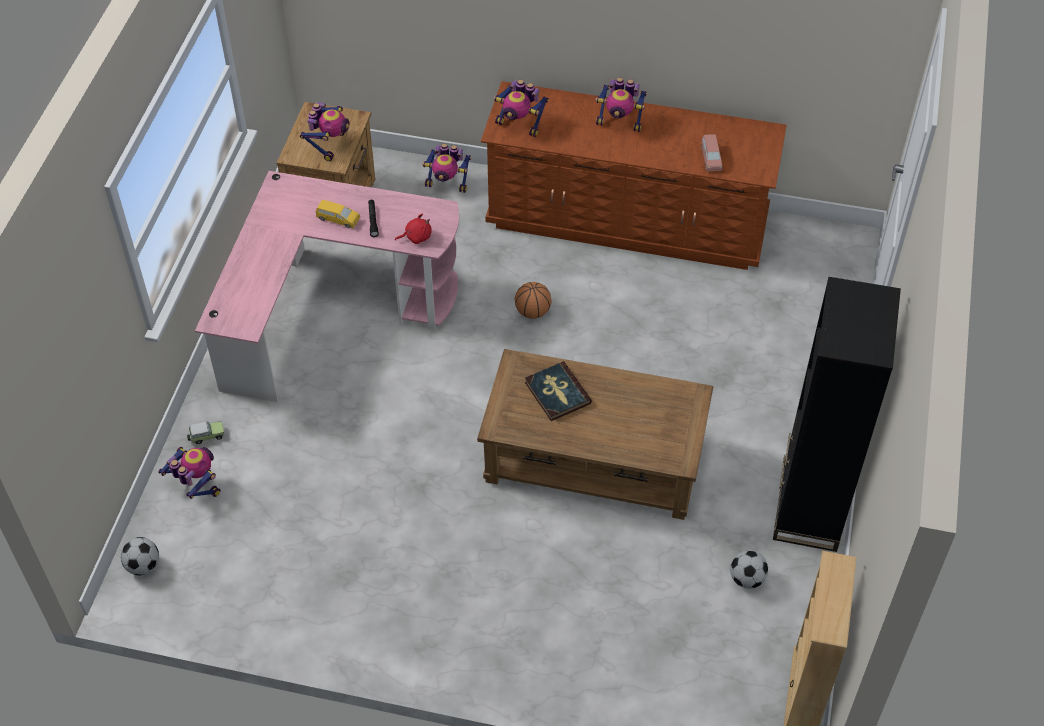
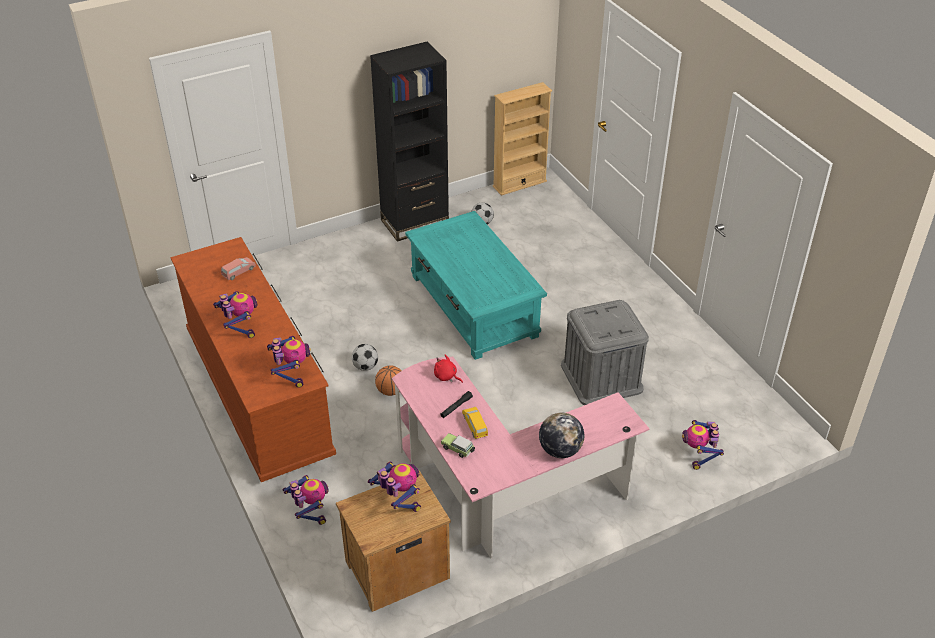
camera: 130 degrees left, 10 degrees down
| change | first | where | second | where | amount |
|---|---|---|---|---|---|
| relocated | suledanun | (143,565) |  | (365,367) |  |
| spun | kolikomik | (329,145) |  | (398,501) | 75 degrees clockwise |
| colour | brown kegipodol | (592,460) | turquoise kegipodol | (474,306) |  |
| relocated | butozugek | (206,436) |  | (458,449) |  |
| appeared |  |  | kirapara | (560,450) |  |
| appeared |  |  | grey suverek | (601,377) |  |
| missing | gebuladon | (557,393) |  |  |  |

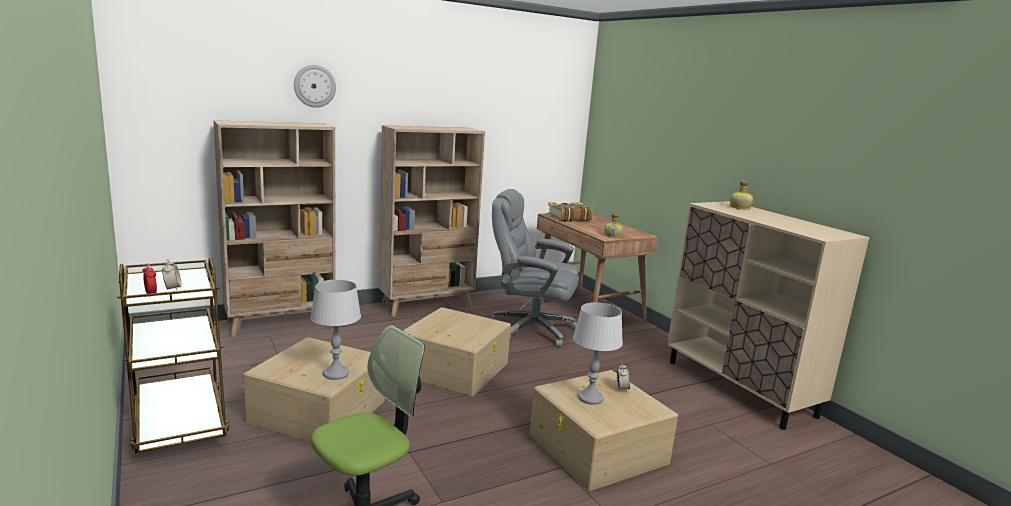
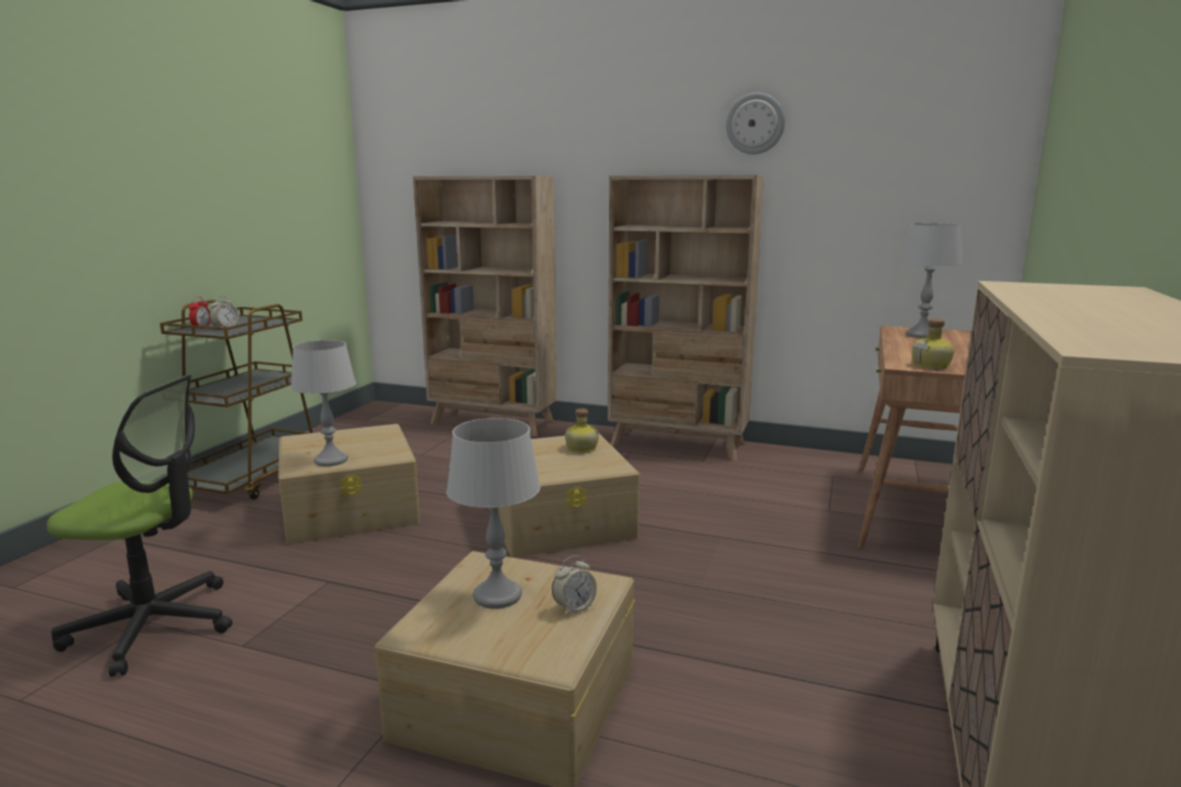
camera: 50 degrees right, 0 degrees up
| change | first | where | second | where | amount |
|---|---|---|---|---|---|
| relocated | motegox | (739,207) |  | (581,448) |  |
| relocated | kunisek | (314,86) |  | (755,123) |  |
| exchanged | gebuladon | (568,218) | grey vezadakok | (921,335) |  |
| missing | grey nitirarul | (530,329) |  |  |  |

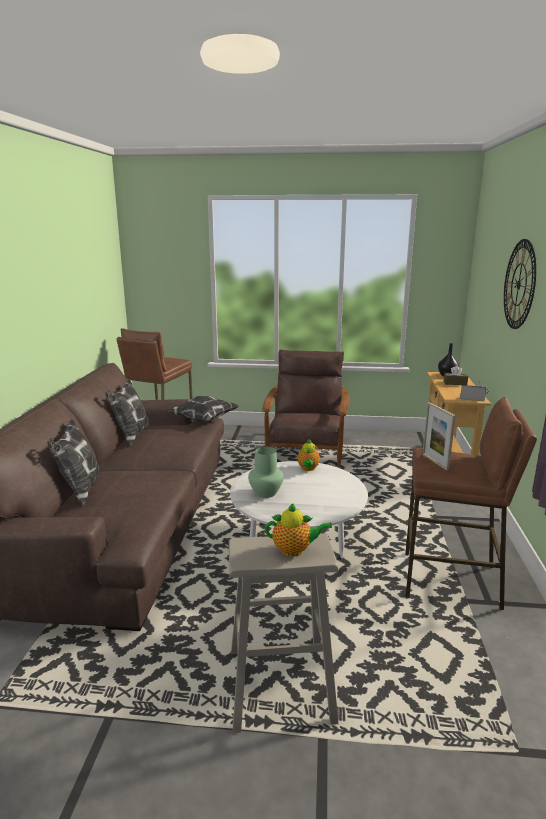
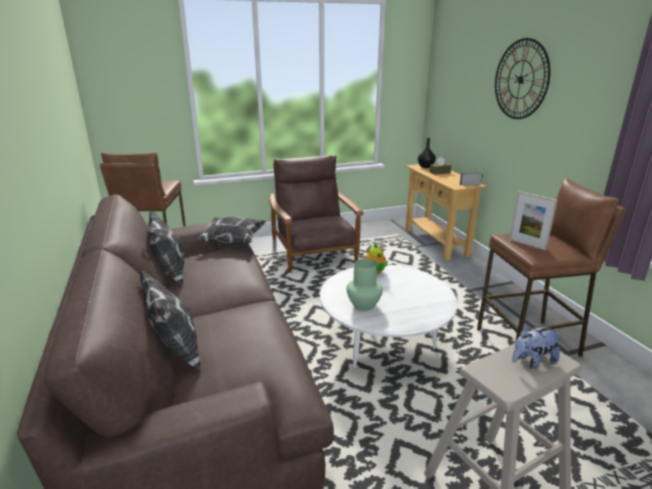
camera: 25 degrees left, 5 degrees up
| change | first | where | second | where | amount |
|---|---|---|---|---|---|
| exchanged | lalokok | (294,550) | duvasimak | (532,361) |  |

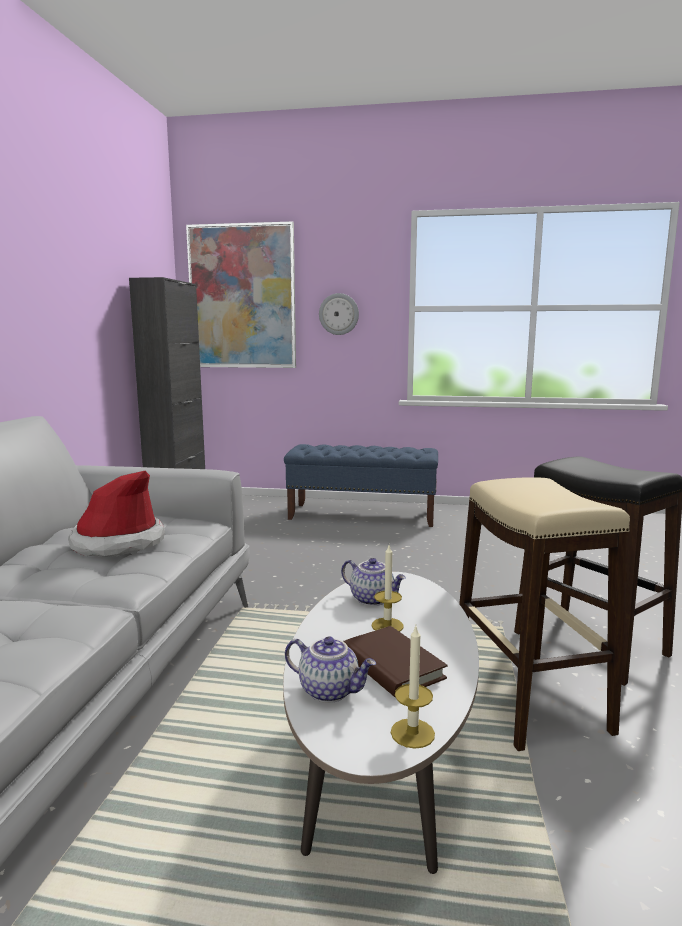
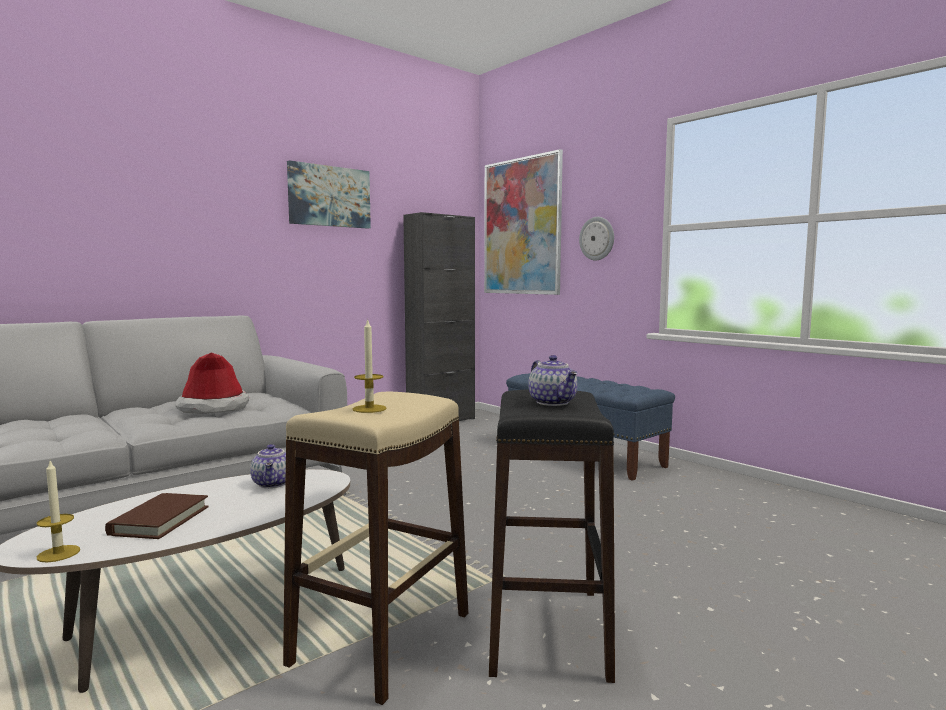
camera: 40 degrees right, 5 degrees down
| change | first | where | second | where | amount |
|---|---|---|---|---|---|
| appeared |  |  | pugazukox | (329,196) |  |
| relocated | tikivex | (387,625) |  | (369,409) |  |
| relocated | lalokok | (330,690) |  | (553,402) |  |

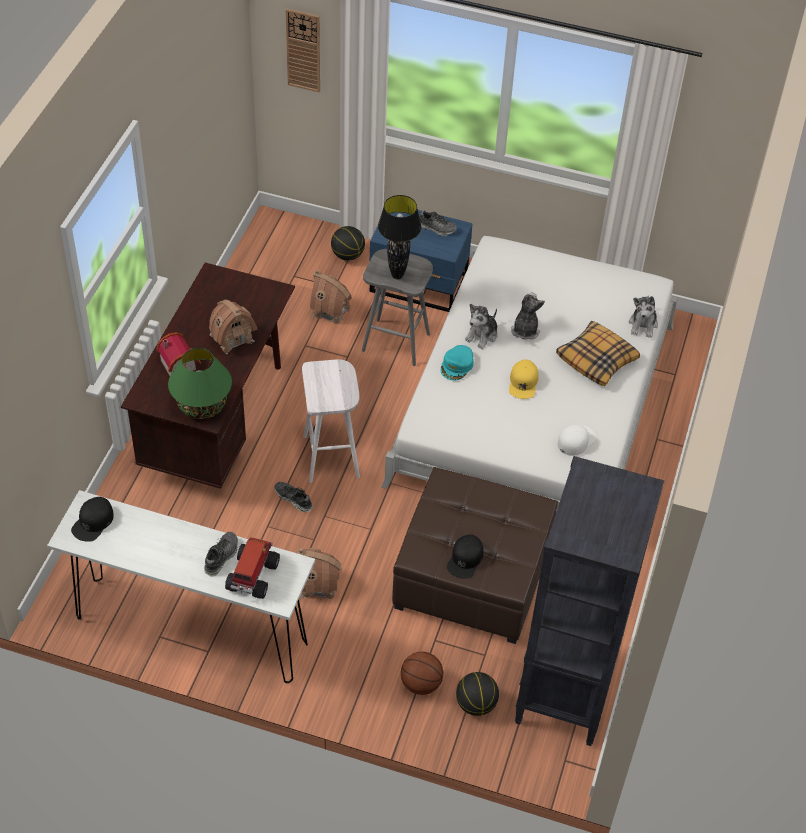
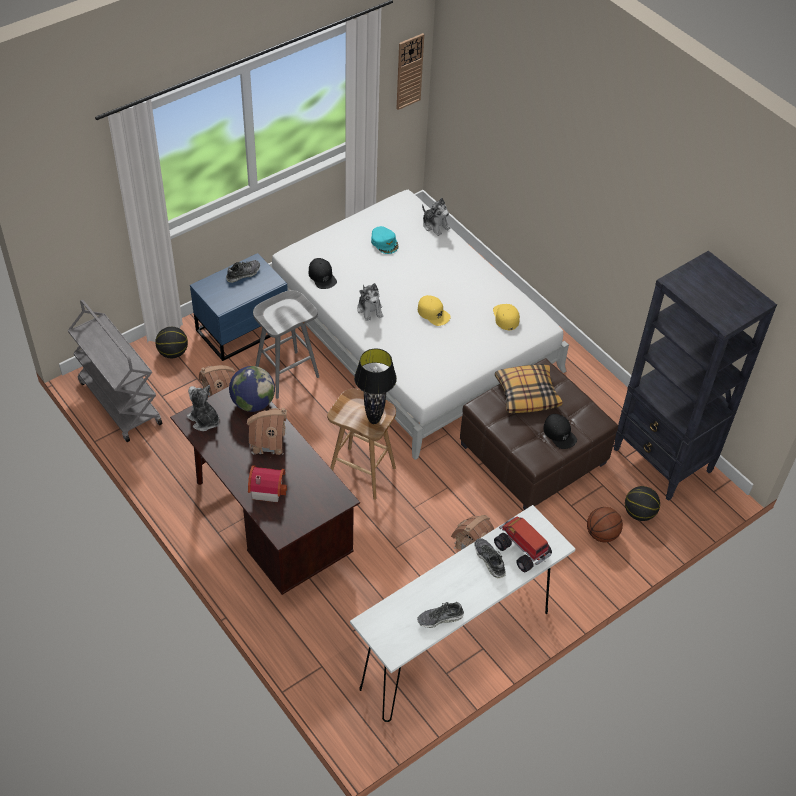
camera: 55 degrees left, 0 degrees up
| change | first | where | second | where | amount |
|---|---|---|---|---|---|
| appeared |  |  | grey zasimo | (119,402) |  |
| relocated | duvasimak | (525,330) |  | (204,420) |  |
| appeared |  |  | kirapara | (253,403) |  |
| relocated | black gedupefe | (93,522) |  | (322,276) |  |
| colour | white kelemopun | (332,457) | brown kelemopun | (363,473) |  |
| relocated | black vezadakok | (397,275) |  | (373,420) |  |
| relocated | turquoise gedupefe | (457,365) |  | (384,242) |  |
| relocated | kunisek | (303,50) |  | (409,71) |  |
| relocated | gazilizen | (293,499) |  | (440,618) |  |
| colour | white gedupefe | (576,440) | yellow gedupefe | (505,317) |  |
| relocated | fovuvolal | (597,359) |  | (527,393) |  |
| missing | green vezadakok | (201,405) |  |  |  |

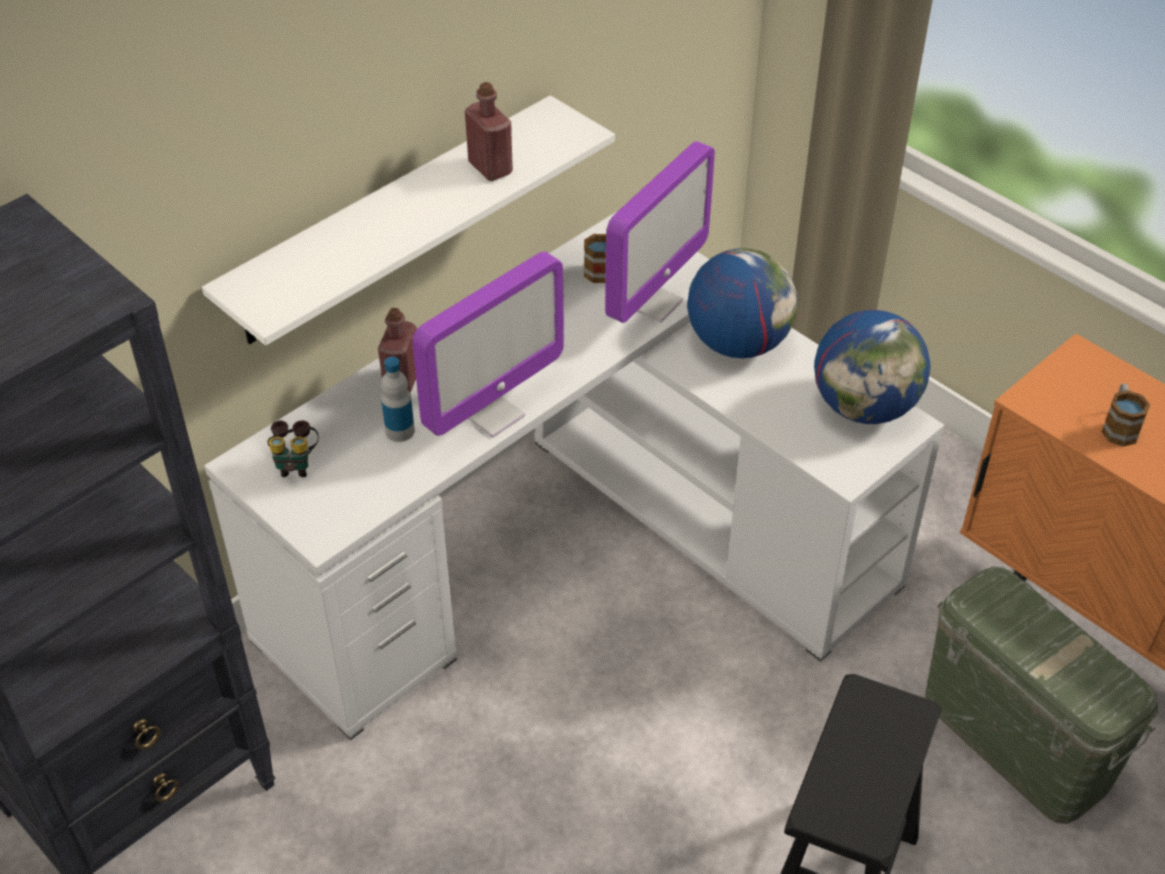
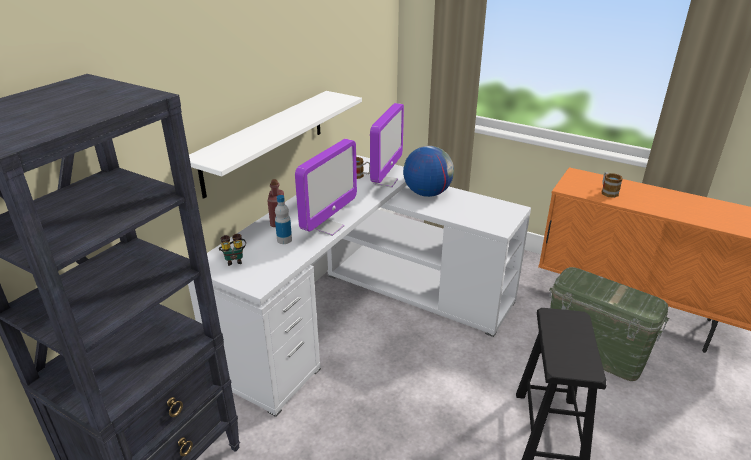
camera: 15 degrees left, 15 degrees down
| change | first | where | second | where | amount |
|---|---|---|---|---|---|
| missing | red motegox | (490,168) |  |  |  |
| missing | kirapara | (865,407) |  |  |  |

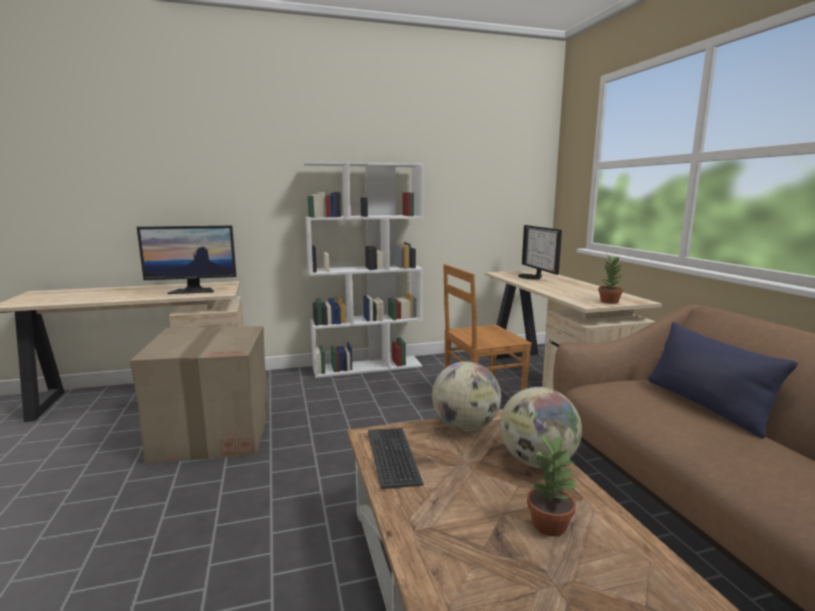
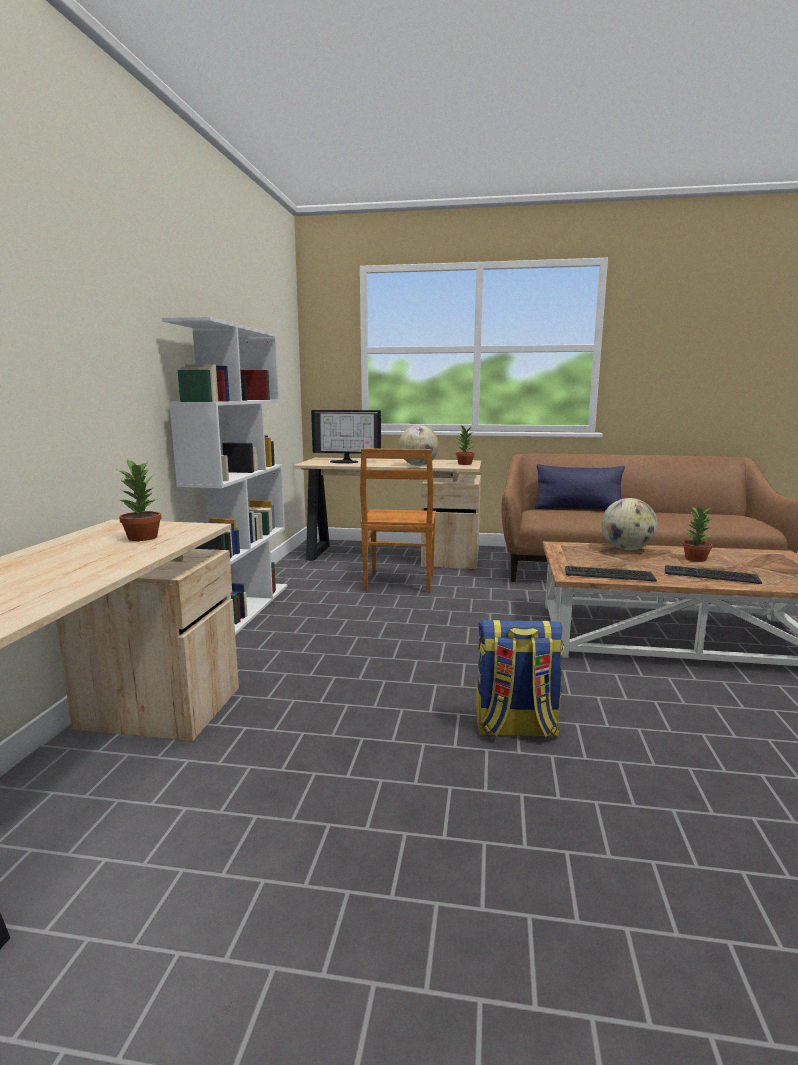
camera: 65 degrees left, 0 degrees up
| change | first | where | second | where | amount |
|---|---|---|---|---|---|
| exchanged | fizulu | (193,291) | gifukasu | (143,537) |  |
| relocated | kirapara | (465,427) |  | (418,465) |  |
| appeared |  |  | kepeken | (515,728) |  |
| appeared |  |  | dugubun | (710,575) |  |
| missing | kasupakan | (214,432) |  |  |  |

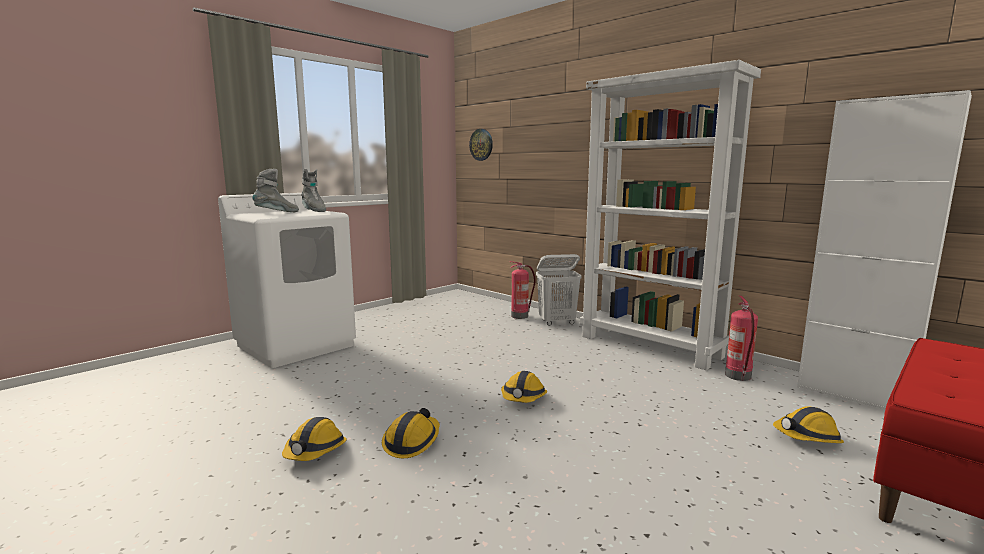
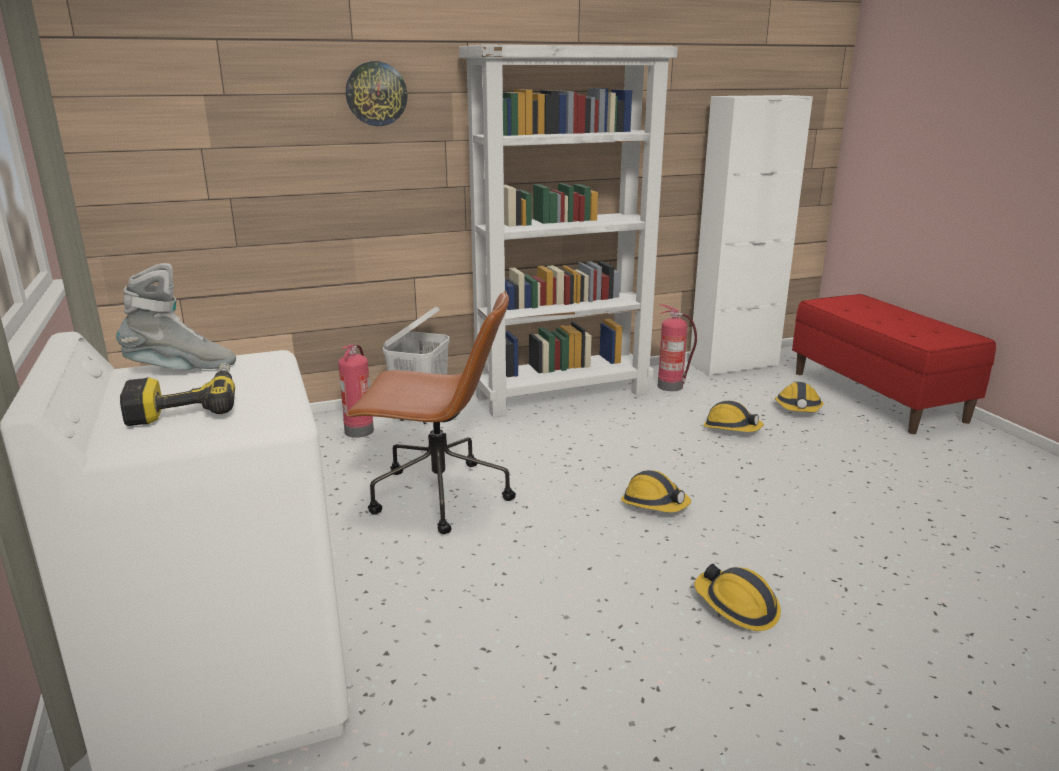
camera: 65 degrees left, 10 degrees up
| change | first | where | second | where | amount |
|---|---|---|---|---|---|
| exchanged | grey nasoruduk | (277,213) | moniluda | (186,404) |  |
| relocated | kunisek | (481,144) |  | (376,94) |  |
| appeared |  |  | brown nitirarul | (437,496) |  |
| relocated | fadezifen | (315,451) |  | (731,428) |  |

